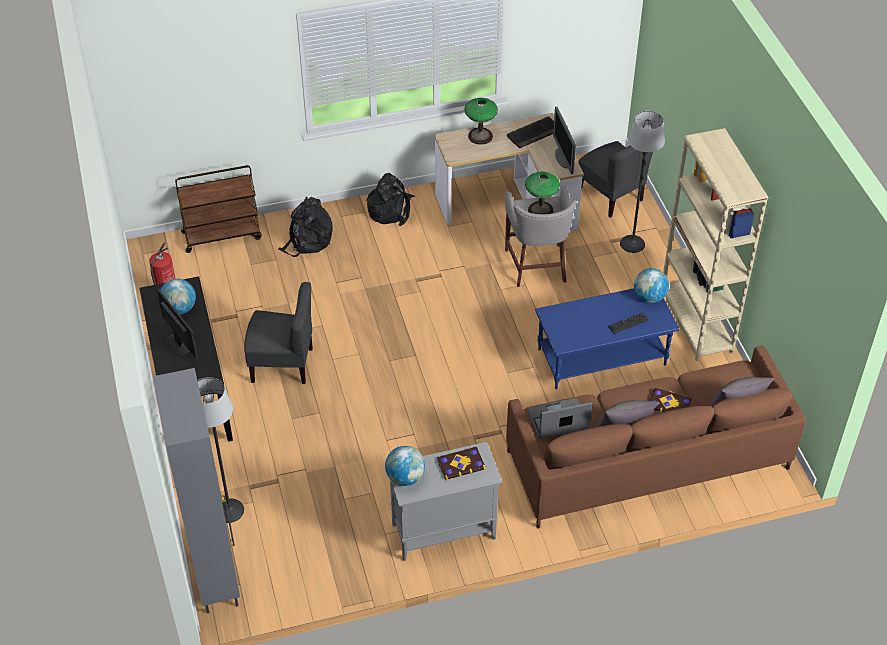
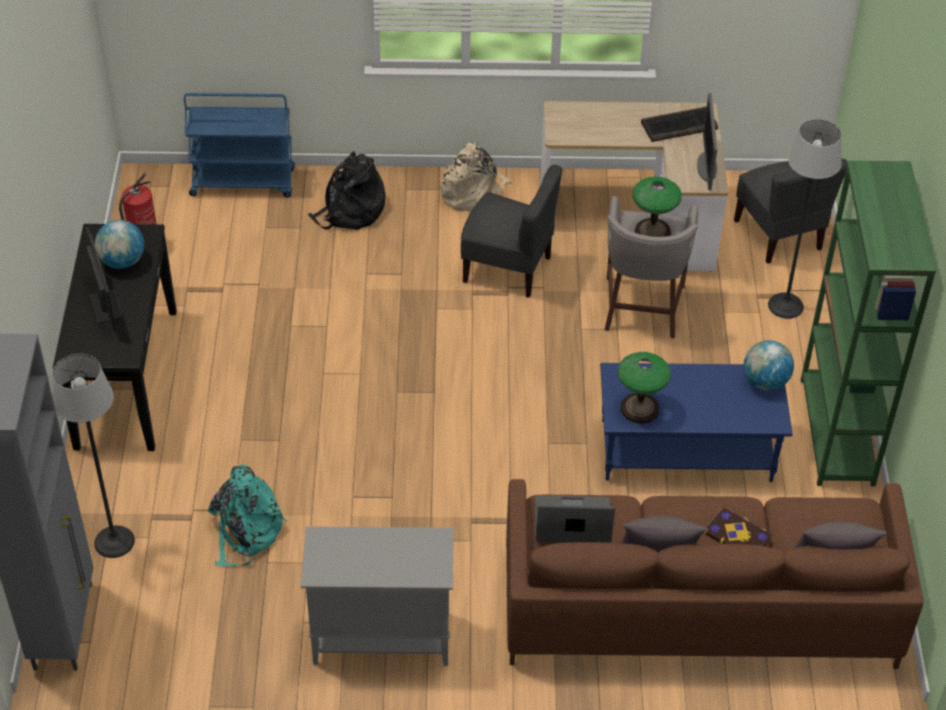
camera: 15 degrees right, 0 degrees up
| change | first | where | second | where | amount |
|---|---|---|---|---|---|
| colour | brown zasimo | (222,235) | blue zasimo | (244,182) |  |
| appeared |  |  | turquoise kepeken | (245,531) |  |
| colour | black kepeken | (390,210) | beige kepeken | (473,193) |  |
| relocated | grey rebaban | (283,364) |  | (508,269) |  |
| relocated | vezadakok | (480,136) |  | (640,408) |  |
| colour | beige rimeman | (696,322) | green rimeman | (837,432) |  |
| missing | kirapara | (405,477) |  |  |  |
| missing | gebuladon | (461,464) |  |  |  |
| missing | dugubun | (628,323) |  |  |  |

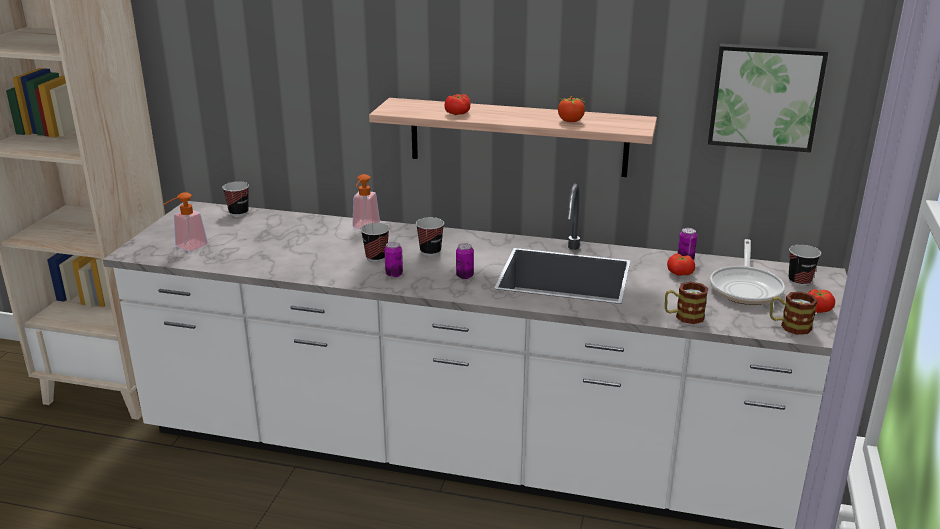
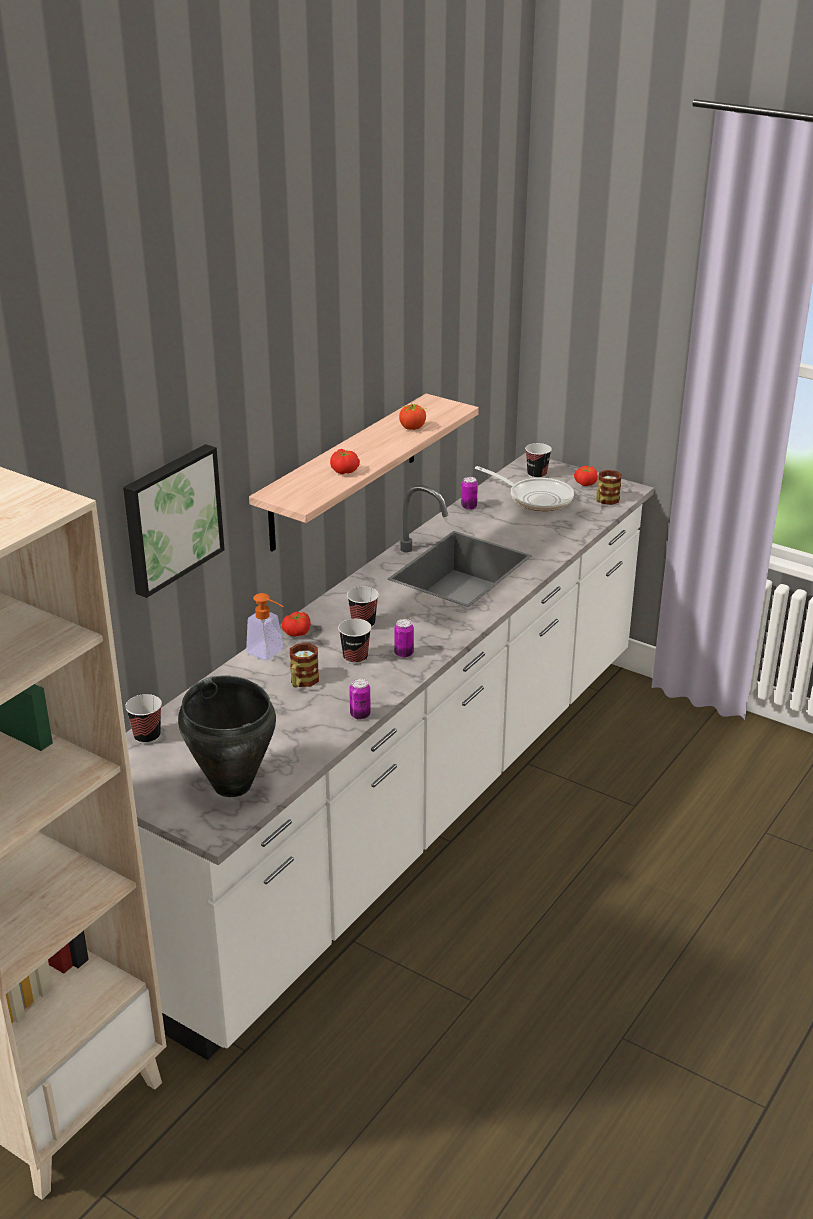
camera: 70 degrees left, 5 degrees up
| change | first | where | second | where | amount |
|---|---|---|---|---|---|
| relocated | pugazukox | (765,96) |  | (170,518) |  |
| exchanged | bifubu | (187,248) | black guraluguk | (233,784) |  |
| relocated | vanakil | (680,273) |  | (297,633) |  |
| relocated | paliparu | (683,316) |  | (302,682) |  |
| relocated | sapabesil | (464,276) |  | (360,715) |  |

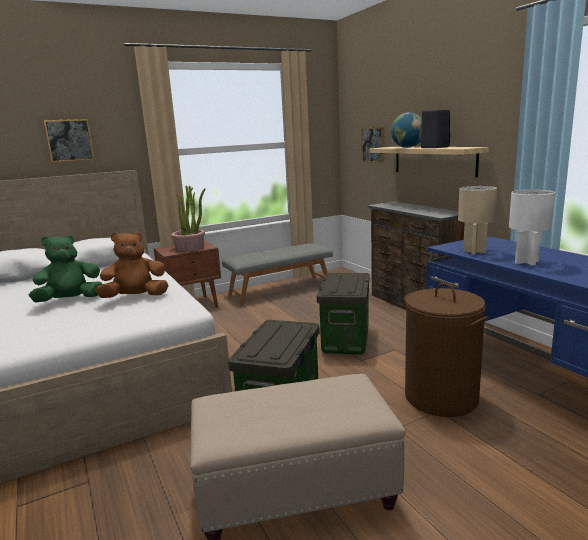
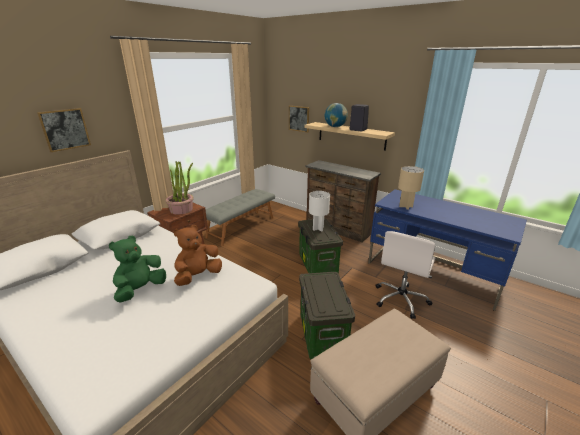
camera: 25 degrees left, 10 degrees up
| change | first | where | second | where | amount |
|---|---|---|---|---|---|
| relocated | white vezadakok | (526,262) |  | (318,228) |  |
| exchanged | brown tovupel | (440,397) | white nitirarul | (401,299) |  |

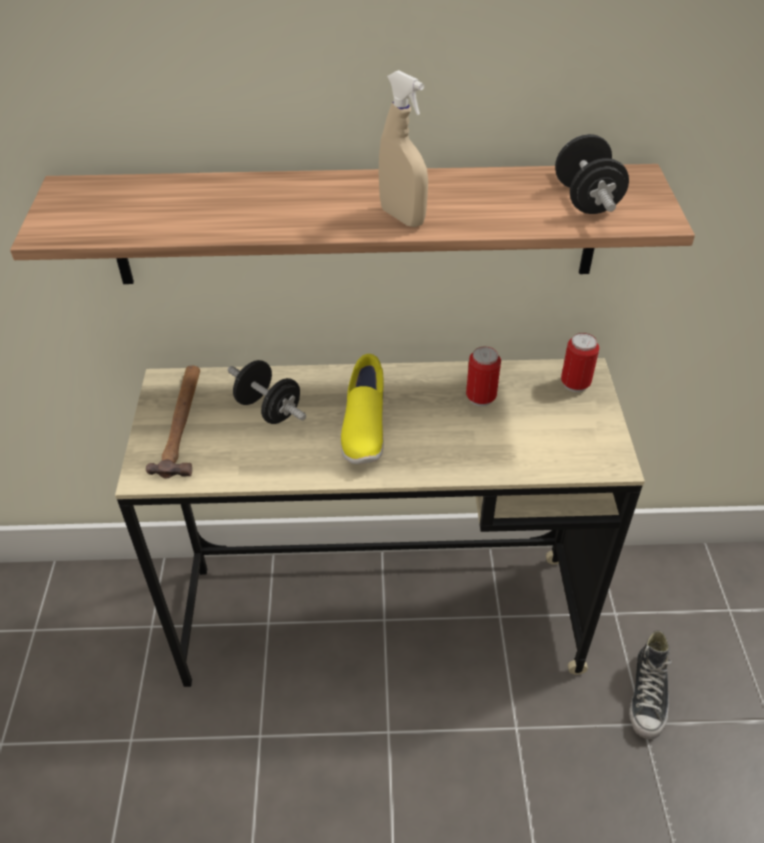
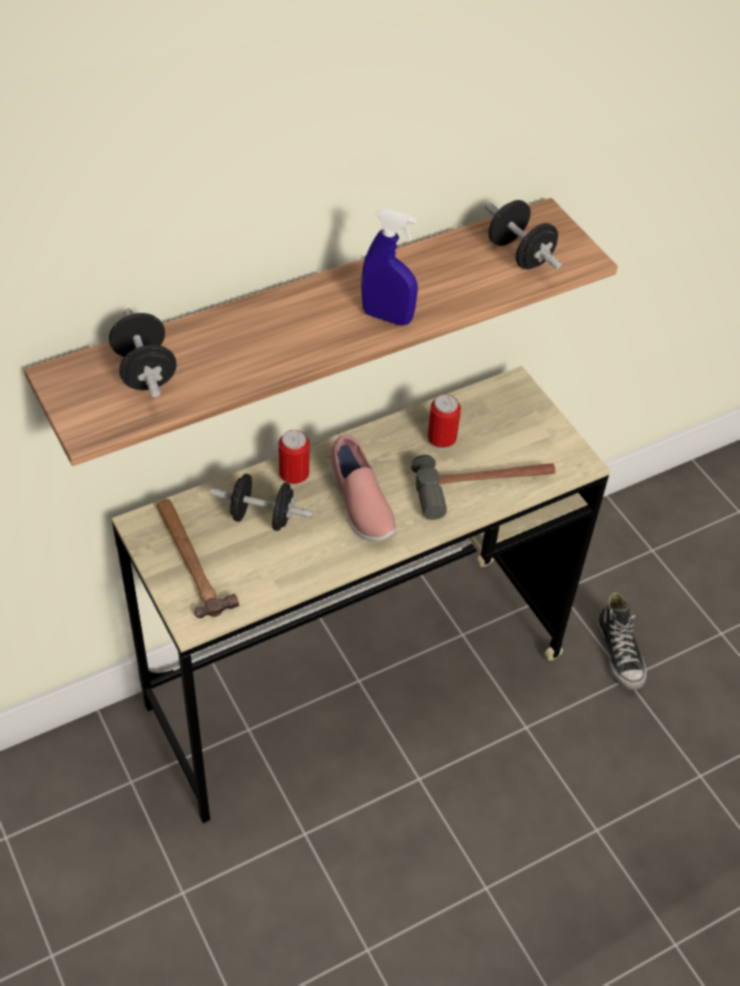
camera: 30 degrees left, 5 degrees up
| change | first | where | second | where | amount |
|---|---|---|---|---|---|
| appeared |  |  | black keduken | (145,371) |  |
| relocated | sapabesil | (575,384) |  | (294,476) |  |
| colour | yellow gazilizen | (363,428) | pink gazilizen | (359,505) |  |
| colour | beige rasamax | (402,217) | blue rasamax | (387,317) |  |
| appeared |  |  | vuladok | (484,487) |  |

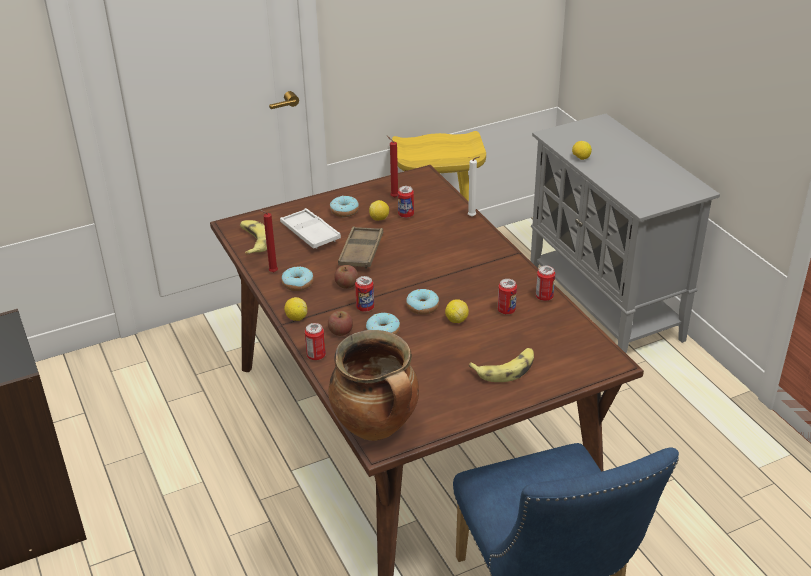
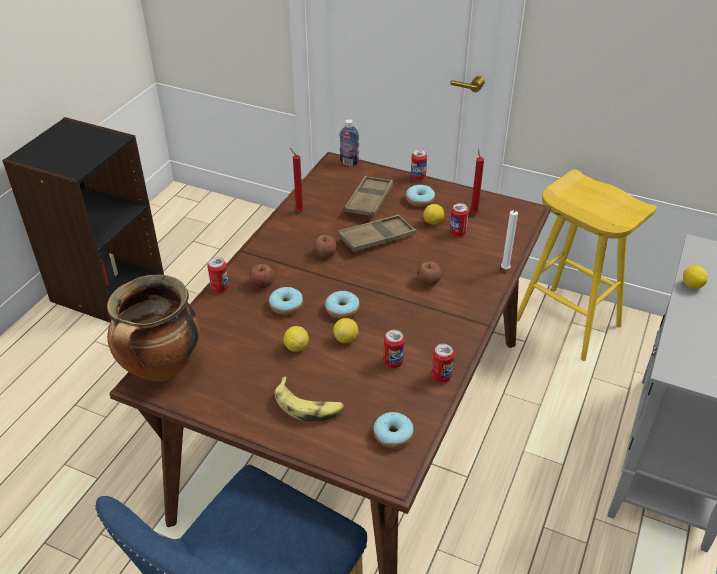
camera: 50 degrees right, 5 degrees up
| change | first | where | second | where | amount |
|---|---|---|---|---|---|
| relocated | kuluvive | (296,318) |  | (296,347) |  |
| appeared |  |  | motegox | (349,162) |  |
| colour | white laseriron | (310,233) | brown laseriron | (369,200) |  |
| relocated | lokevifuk | (298,284) |  | (393,435) |  |
| relocated | sapabesil | (365,307) |  | (418,177) |  |
| appeared |  |  | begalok | (428,281) |  |
| missing | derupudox | (253,241) |  |  |  |

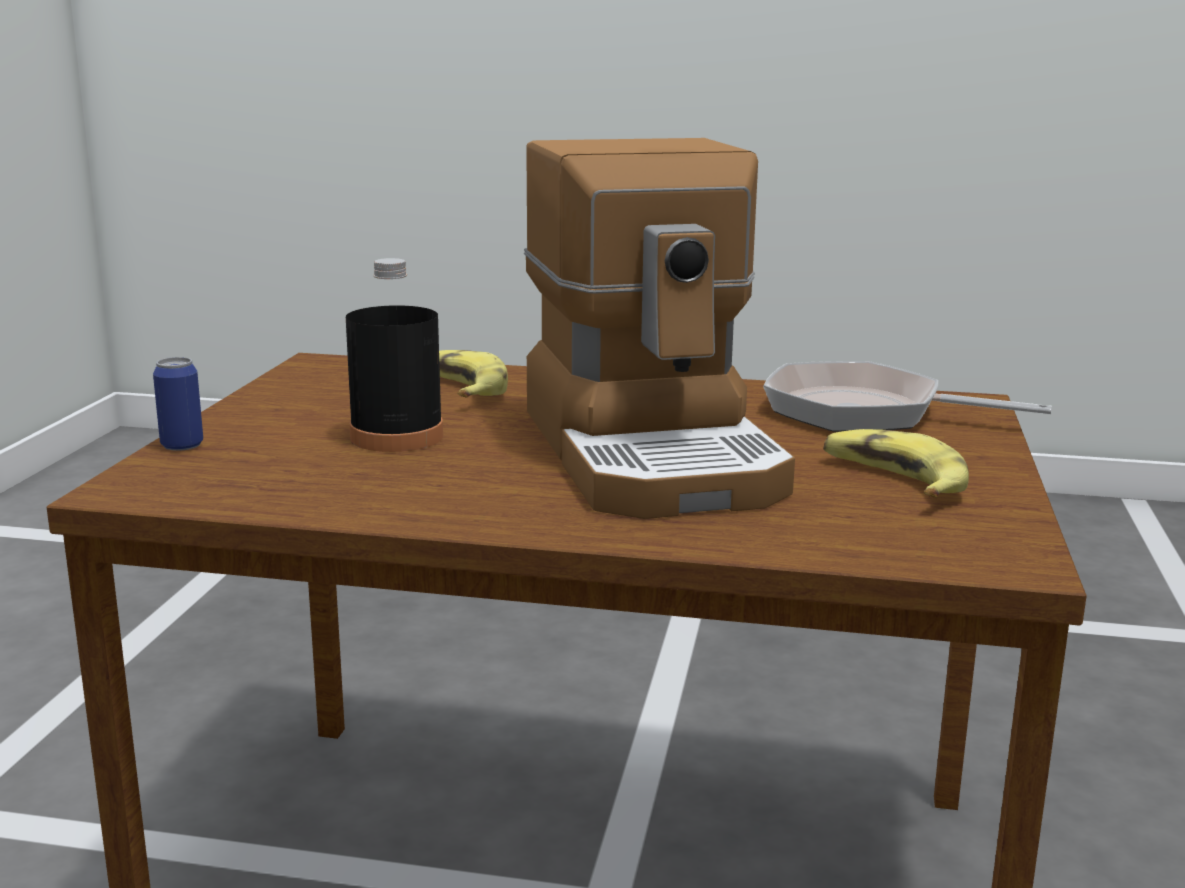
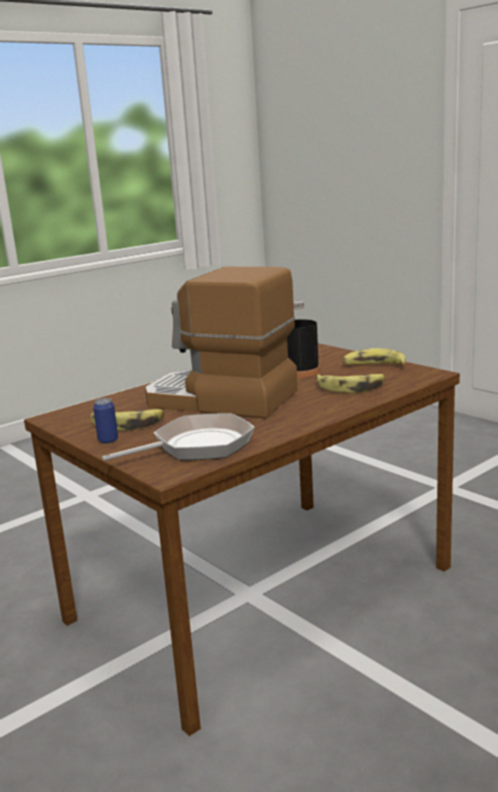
camera: 130 degrees right, 0 degrees up
| change | first | where | second | where | amount |
|---|---|---|---|---|---|
| relocated | sapabesil | (182,445) |  | (108,440) |  |
| appeared |  |  | derupudox | (374,366) |  |

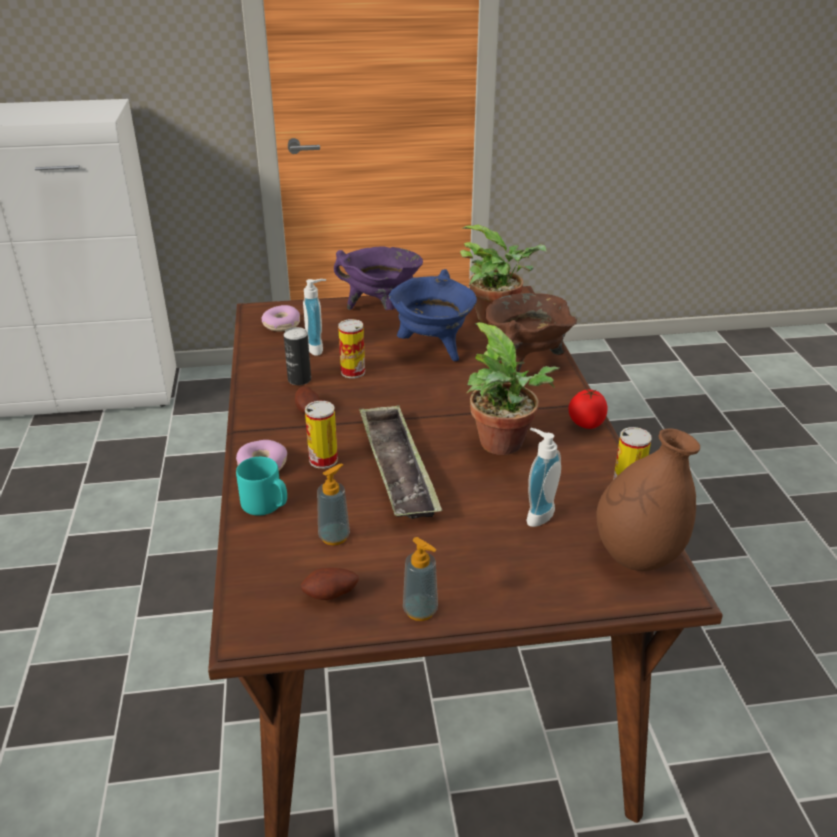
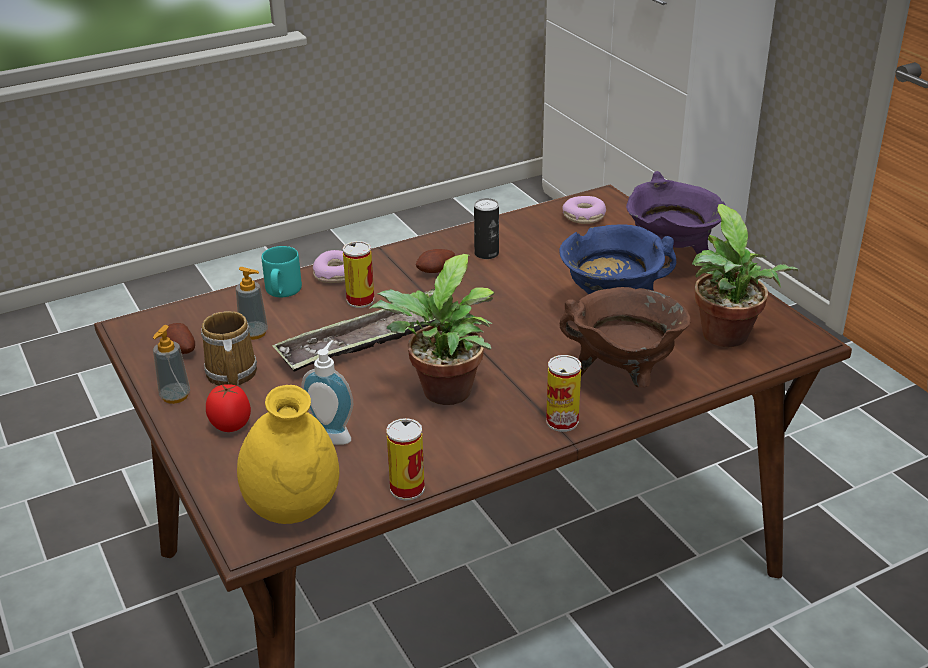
camera: 70 degrees right, 0 degrees up
| change | first | where | second | where | amount |
|---|---|---|---|---|---|
| appeared |  |  | paliparu | (230,374) |  |
| relocated | vanakil | (585,425) |  | (231,425) |  |
| colour | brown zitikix | (638,555) | yellow zitikix | (293,510) |  |
| relocated | sapabesil | (353,372) |  | (562,421) |  |
| missing | bifubu | (318,348) |  |  |  |

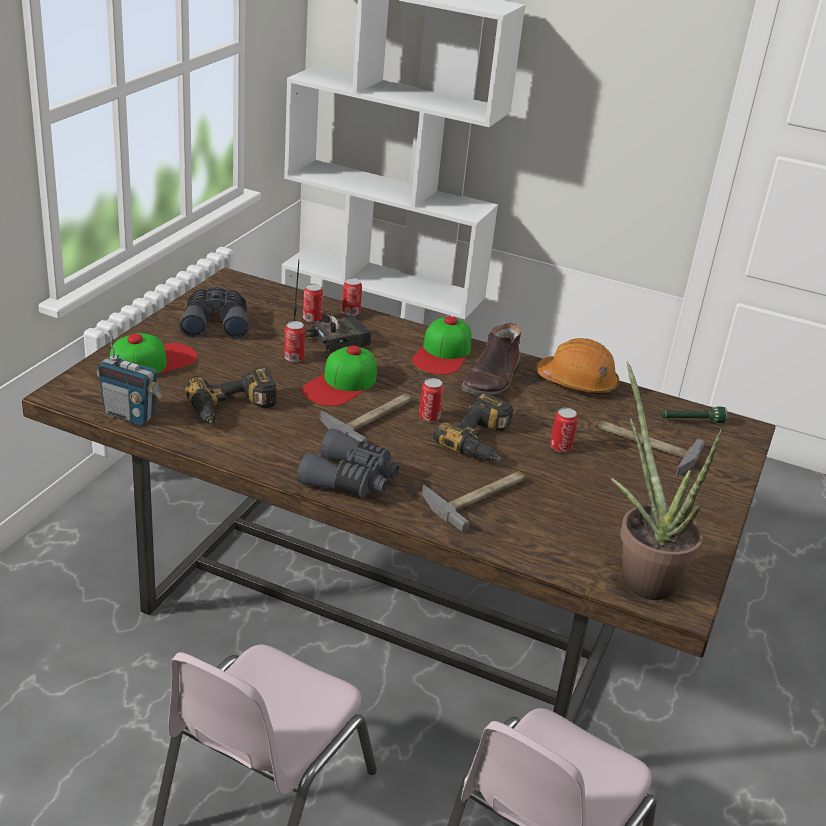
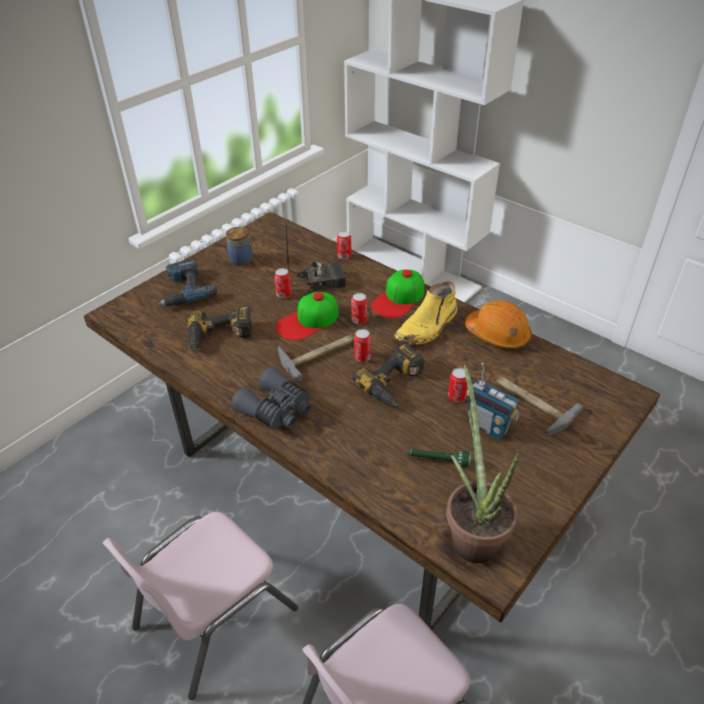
camera: 20 degrees right, 10 degrees up
| change | first | where | second | where | amount |
|---|---|---|---|---|---|
| exchanged | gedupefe | (153,361) | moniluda | (184,290) |  |
| exchanged | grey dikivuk | (216,323) | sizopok | (242,260) |  |
| relocated | sapabesil | (312,319) |  | (359,320) |  |
| colour | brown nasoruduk | (492,380) | yellow nasoruduk | (427,327) |  |
| relocated | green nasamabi | (691,421) |  | (438,460) |  |
| relocated | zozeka | (130,415) |  | (488,426) |  |
| missing | vuladok | (479,496) |  |  |  |

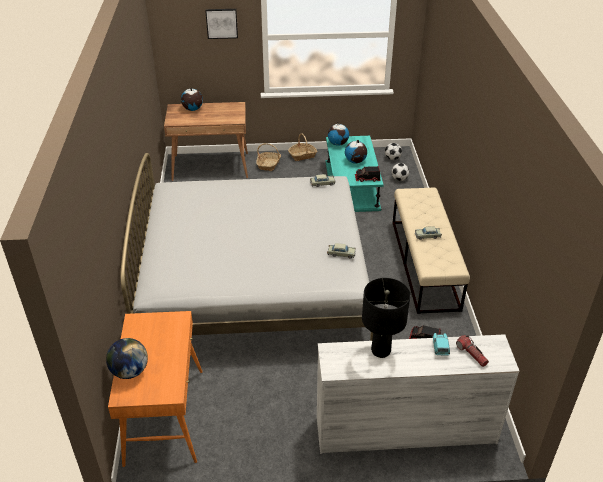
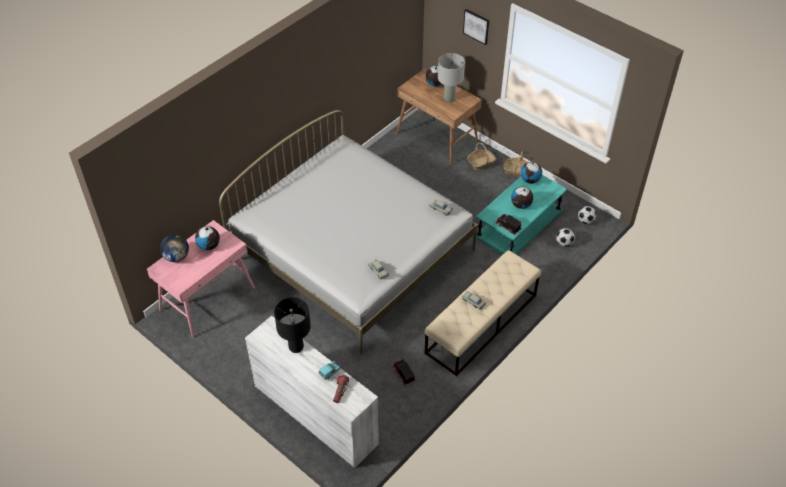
camera: 45 degrees right, 10 degrees up
| change | first | where | second | where | amount |
|---|---|---|---|---|---|
| colour | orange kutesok | (164,415) | pink kutesok | (207,298) |  |
| appeared |  |  | kirapara | (209,246) |  |
| appeared |  |  | grey vezadakok | (449,98) |  |

